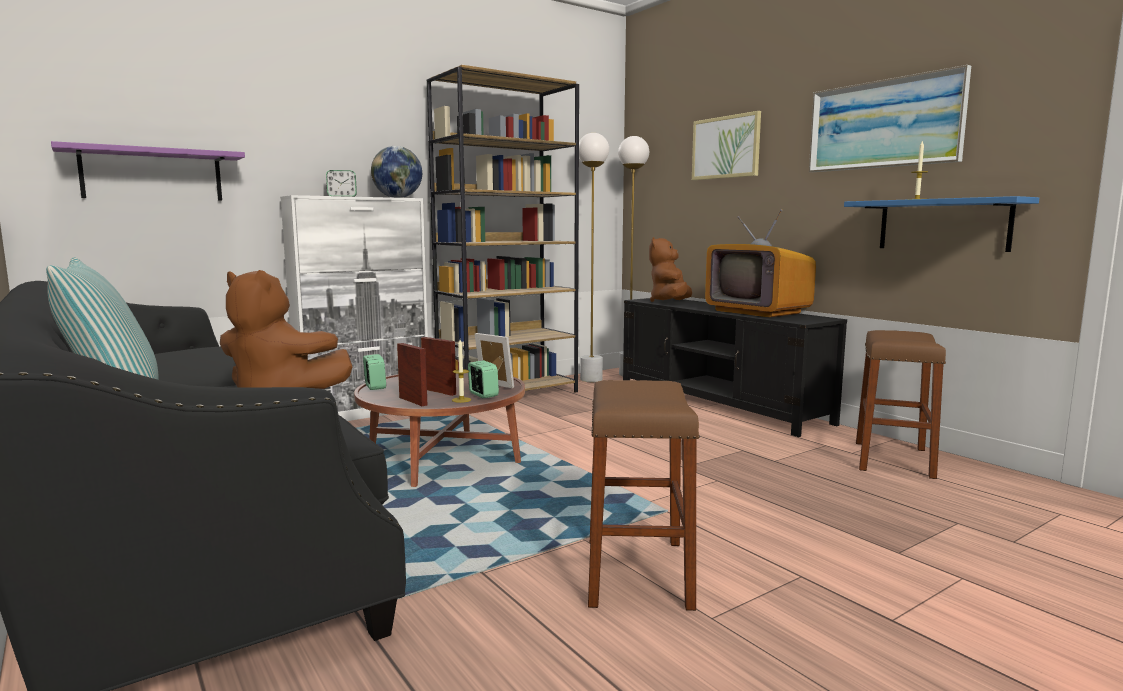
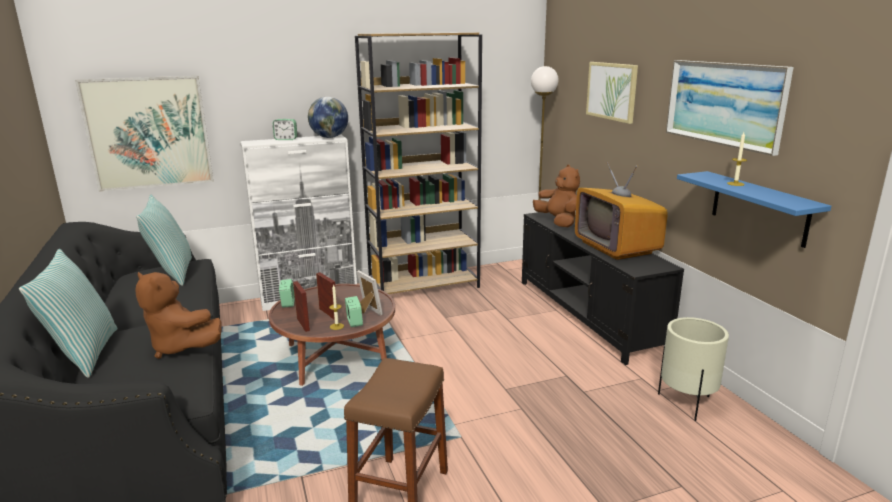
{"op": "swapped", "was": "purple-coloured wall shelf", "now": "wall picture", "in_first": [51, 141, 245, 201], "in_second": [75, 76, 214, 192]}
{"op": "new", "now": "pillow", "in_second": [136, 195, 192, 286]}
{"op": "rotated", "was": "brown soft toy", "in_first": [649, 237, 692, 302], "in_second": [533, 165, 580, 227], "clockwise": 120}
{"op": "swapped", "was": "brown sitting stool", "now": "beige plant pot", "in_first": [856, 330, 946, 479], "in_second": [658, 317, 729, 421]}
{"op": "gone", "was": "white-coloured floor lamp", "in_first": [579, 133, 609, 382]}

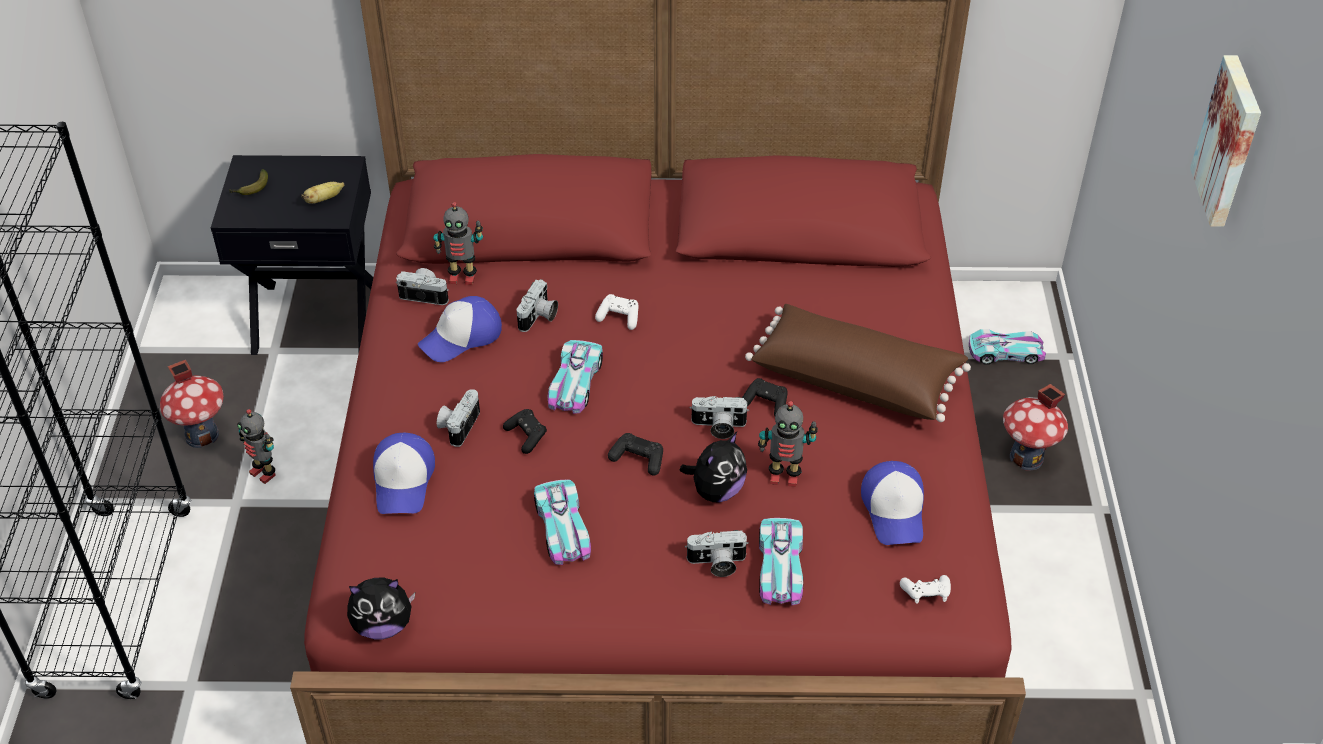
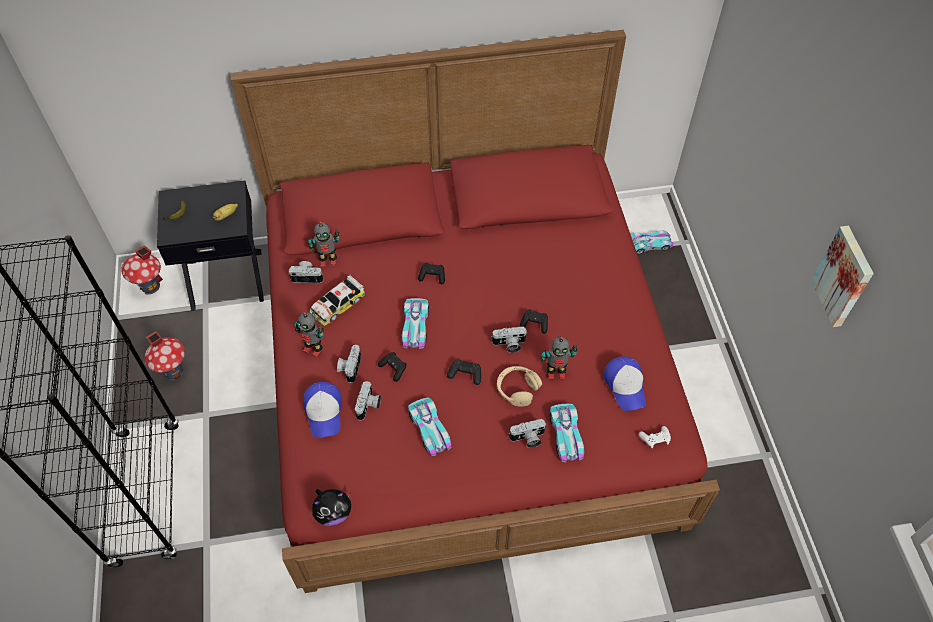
{"op": "shifted", "was": "toy house", "in_first": [1003, 384, 1068, 471], "in_second": [121, 245, 163, 294]}
{"op": "shifted", "was": "toy robot", "in_first": [237, 409, 276, 484], "in_second": [294, 312, 324, 358]}
{"op": "swapped", "was": "peaked cap", "now": "miniature car", "in_first": [418, 296, 502, 362], "in_second": [310, 275, 365, 326]}
{"op": "shifted", "was": "still camera", "in_first": [517, 279, 558, 332], "in_second": [355, 381, 381, 421]}
{"op": "repainted", "was": "white-coloured game controller", "now": "black-coloured game controller", "in_first": [595, 294, 639, 330], "in_second": [418, 263, 445, 284]}
{"op": "swapped", "was": "soft toy", "now": "beige headset", "in_first": [680, 432, 747, 502], "in_second": [497, 366, 542, 407]}
{"op": "shifted", "was": "wall picture", "in_first": [1190, 55, 1261, 227], "in_second": [811, 226, 874, 327]}
{"op": "gone", "was": "brown pillow", "in_first": [745, 304, 971, 422]}

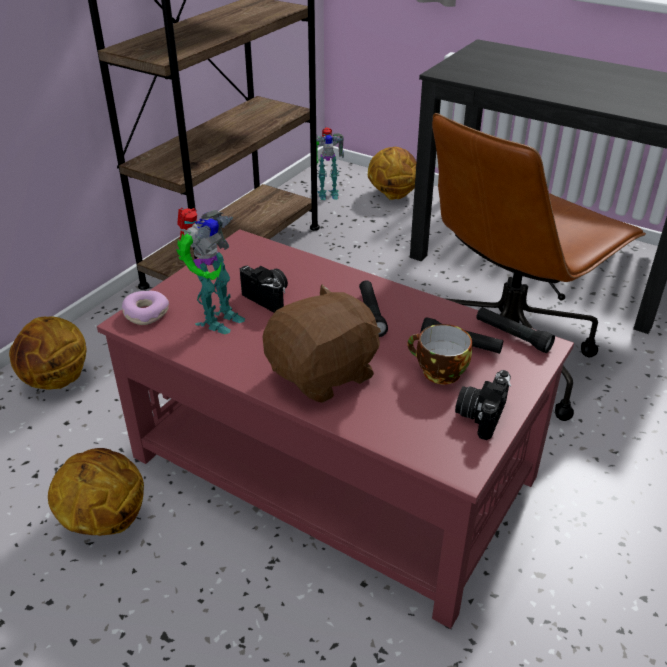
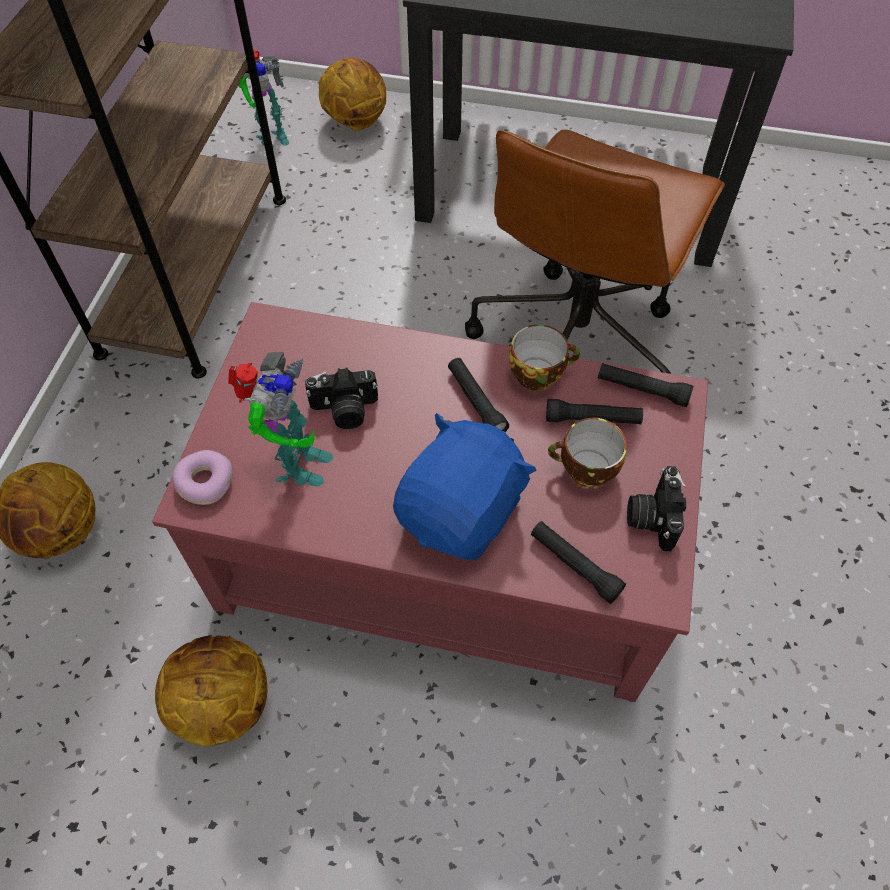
{"op": "rotated", "was": "still camera", "in_first": [240, 266, 288, 313], "in_second": [305, 367, 378, 429], "clockwise": 150}
{"op": "repainted", "was": "brown soft toy", "now": "blue-coloured soft toy", "in_first": [263, 284, 381, 403], "in_second": [393, 413, 537, 560]}
{"op": "new", "now": "cup", "in_second": [509, 324, 580, 391]}
{"op": "new", "now": "black-coloured torch", "in_second": [531, 521, 626, 604]}

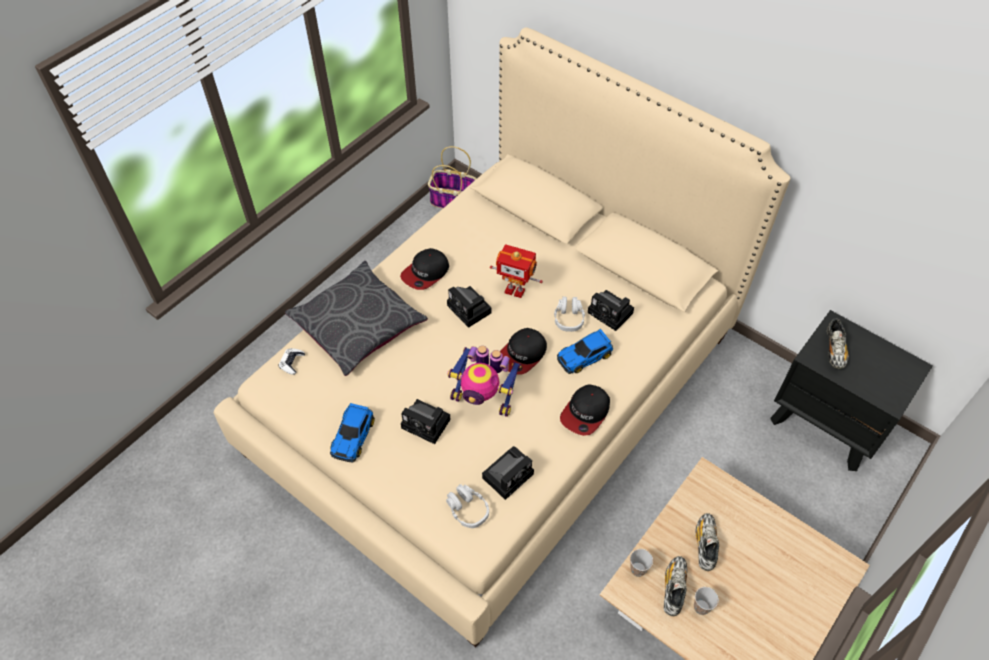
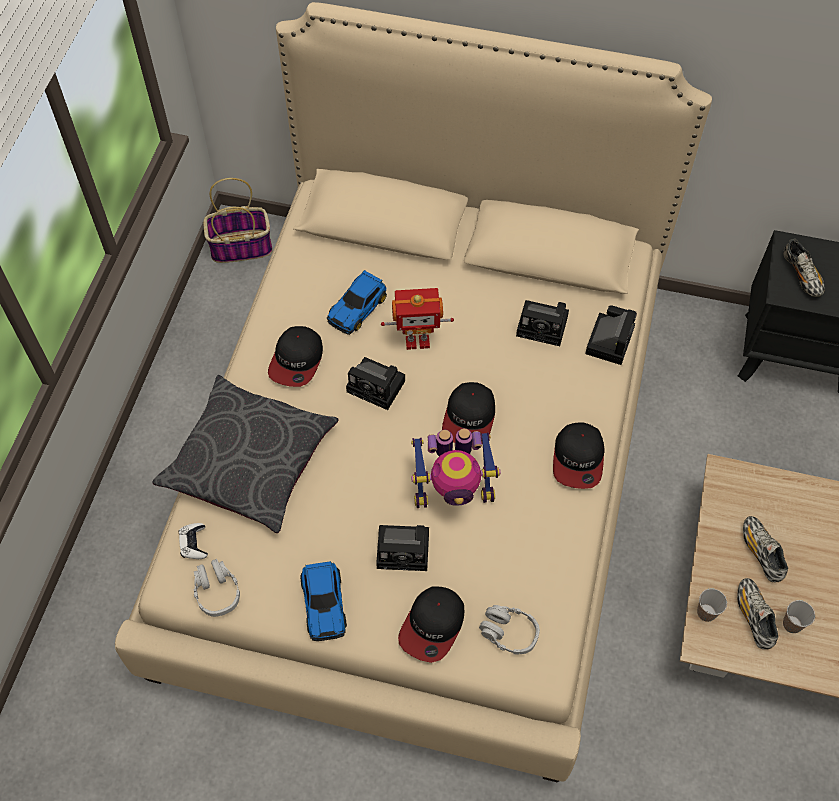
{"op": "shifted", "was": "greyish headset", "in_first": [554, 297, 585, 332], "in_second": [194, 559, 240, 617]}
{"op": "shifted", "was": "miniature car", "in_first": [557, 329, 613, 374], "in_second": [327, 270, 387, 335]}
{"op": "new", "now": "peaked cap", "in_second": [398, 586, 464, 663]}
{"op": "shifted", "was": "still camera", "in_first": [482, 446, 534, 500], "in_second": [585, 305, 637, 365]}

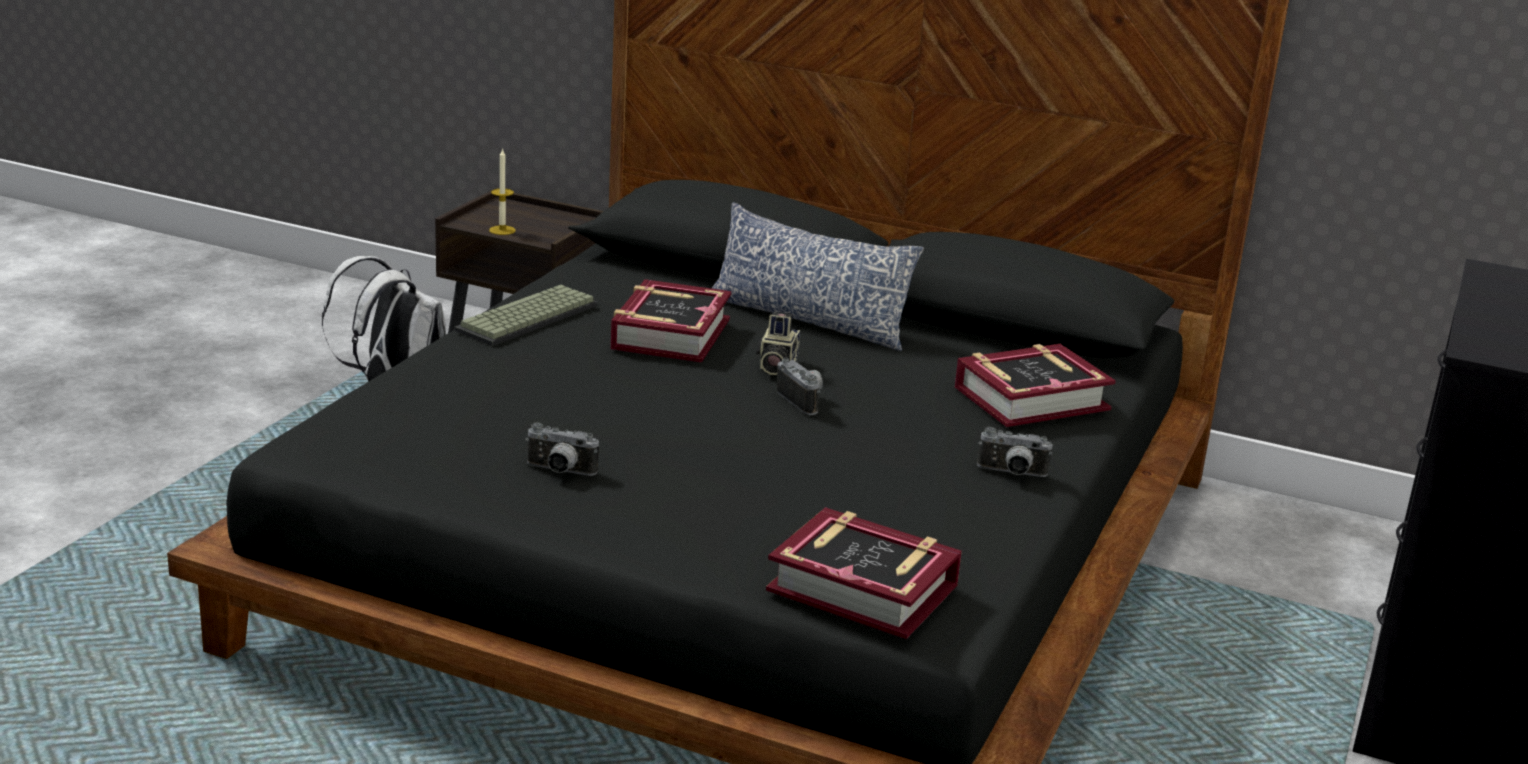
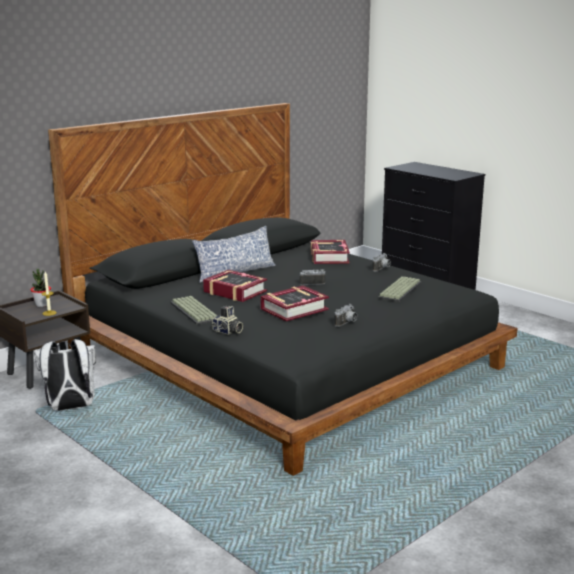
{"op": "new", "now": "houseplant", "in_second": [31, 269, 51, 307]}
{"op": "shifted", "was": "still camera", "in_first": [756, 311, 800, 375], "in_second": [211, 306, 243, 335]}
{"op": "shifted", "was": "bound book", "in_first": [766, 507, 962, 639], "in_second": [261, 286, 329, 321]}
{"op": "new", "now": "computer keyboard", "in_second": [378, 276, 422, 302]}

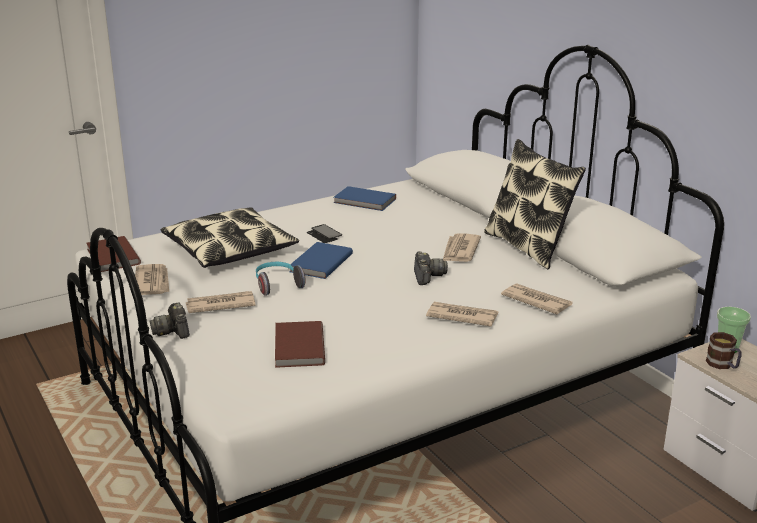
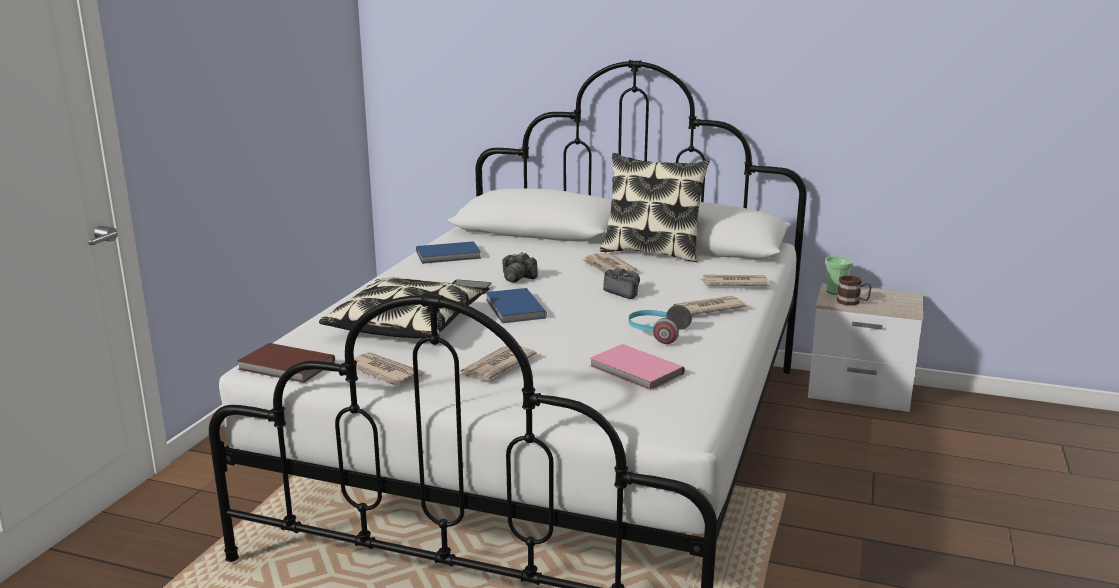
{"op": "shifted", "was": "still camera", "in_first": [150, 302, 190, 339], "in_second": [502, 252, 538, 283]}
{"op": "repainted", "was": "brown bound book", "now": "pink bound book", "in_first": [275, 321, 325, 368], "in_second": [590, 344, 685, 391]}
{"op": "shifted", "was": "headset", "in_first": [256, 262, 306, 296], "in_second": [628, 305, 692, 344]}

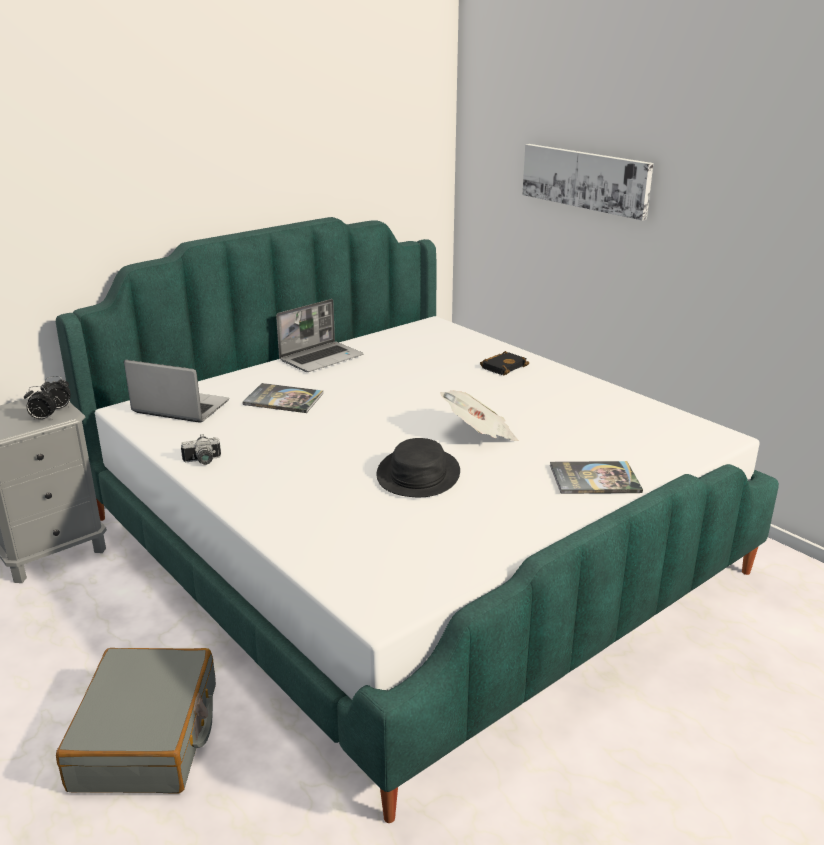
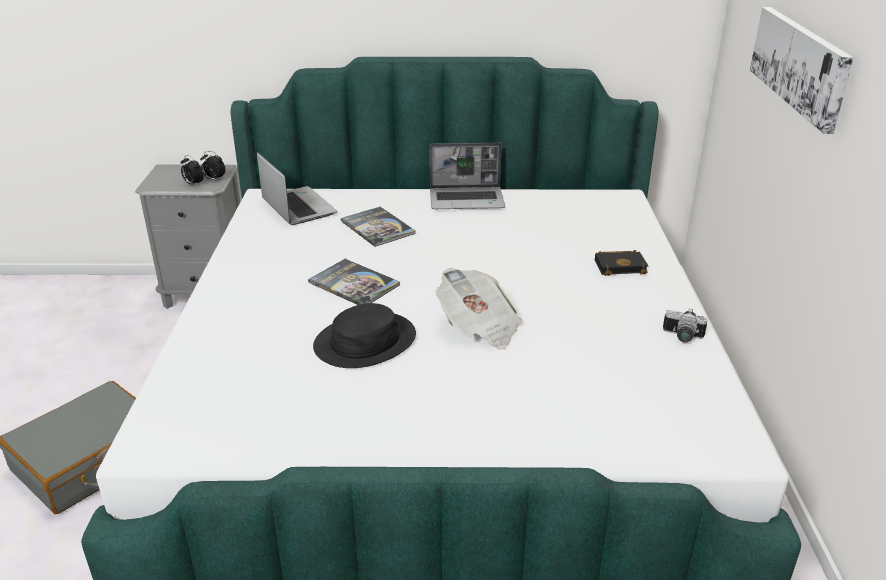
{"op": "shifted", "was": "bound book", "in_first": [550, 461, 643, 494], "in_second": [308, 259, 400, 305]}
{"op": "shifted", "was": "still camera", "in_first": [181, 434, 221, 465], "in_second": [663, 308, 707, 343]}

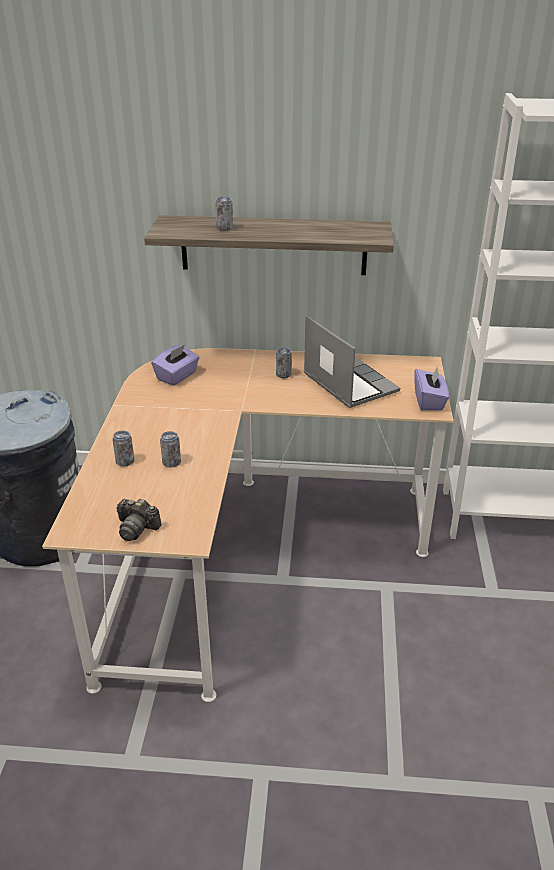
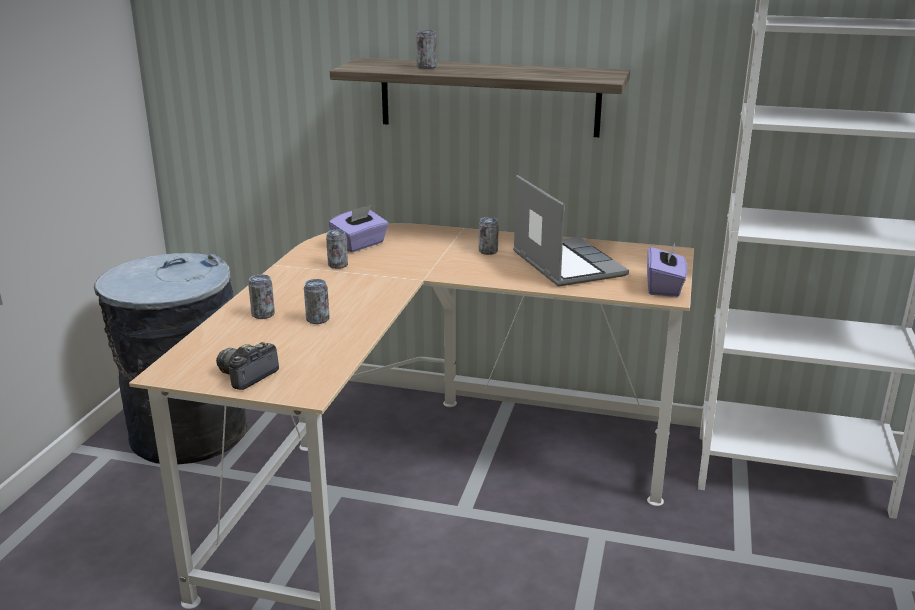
{"op": "rotated", "was": "still camera", "in_first": [117, 499, 162, 541], "in_second": [216, 342, 279, 390], "clockwise": 90}
{"op": "new", "now": "metal can", "in_second": [326, 230, 348, 269]}

